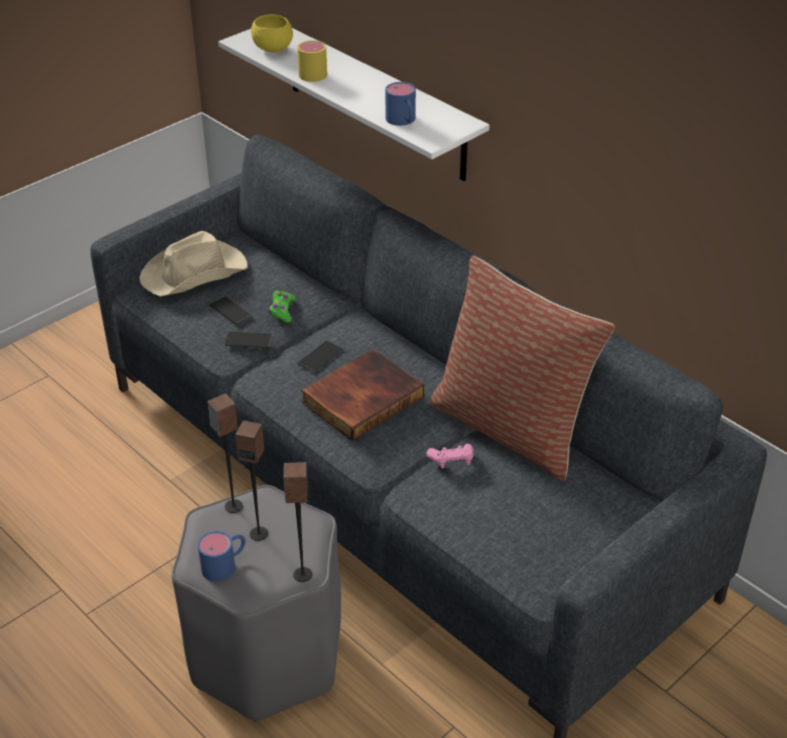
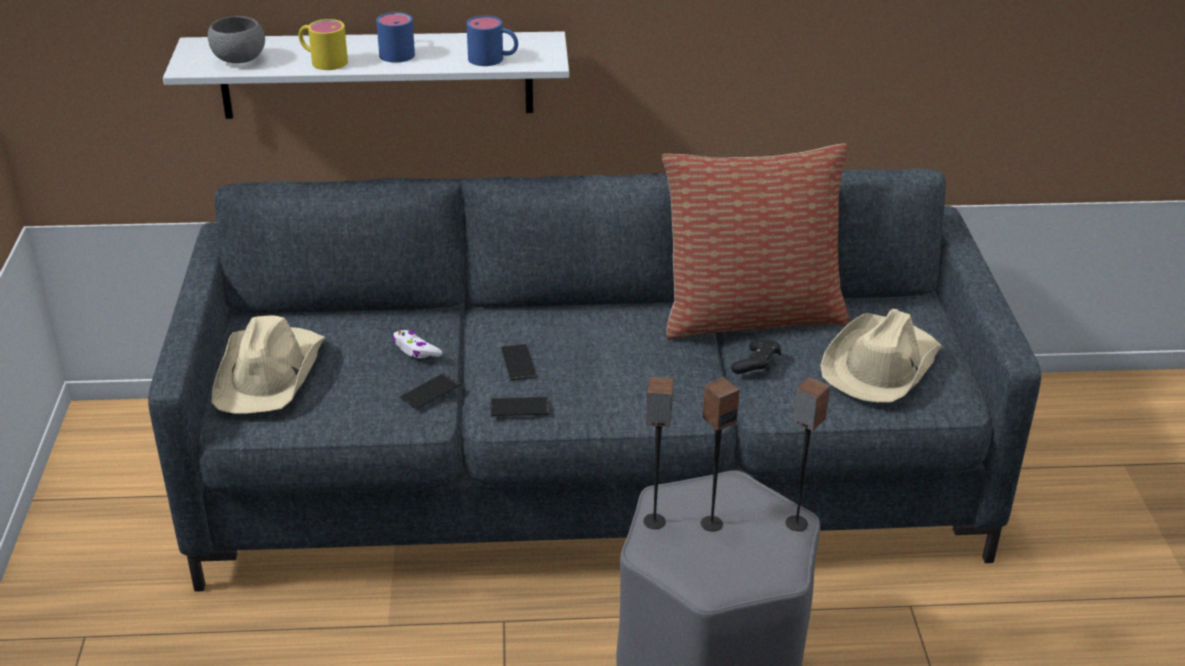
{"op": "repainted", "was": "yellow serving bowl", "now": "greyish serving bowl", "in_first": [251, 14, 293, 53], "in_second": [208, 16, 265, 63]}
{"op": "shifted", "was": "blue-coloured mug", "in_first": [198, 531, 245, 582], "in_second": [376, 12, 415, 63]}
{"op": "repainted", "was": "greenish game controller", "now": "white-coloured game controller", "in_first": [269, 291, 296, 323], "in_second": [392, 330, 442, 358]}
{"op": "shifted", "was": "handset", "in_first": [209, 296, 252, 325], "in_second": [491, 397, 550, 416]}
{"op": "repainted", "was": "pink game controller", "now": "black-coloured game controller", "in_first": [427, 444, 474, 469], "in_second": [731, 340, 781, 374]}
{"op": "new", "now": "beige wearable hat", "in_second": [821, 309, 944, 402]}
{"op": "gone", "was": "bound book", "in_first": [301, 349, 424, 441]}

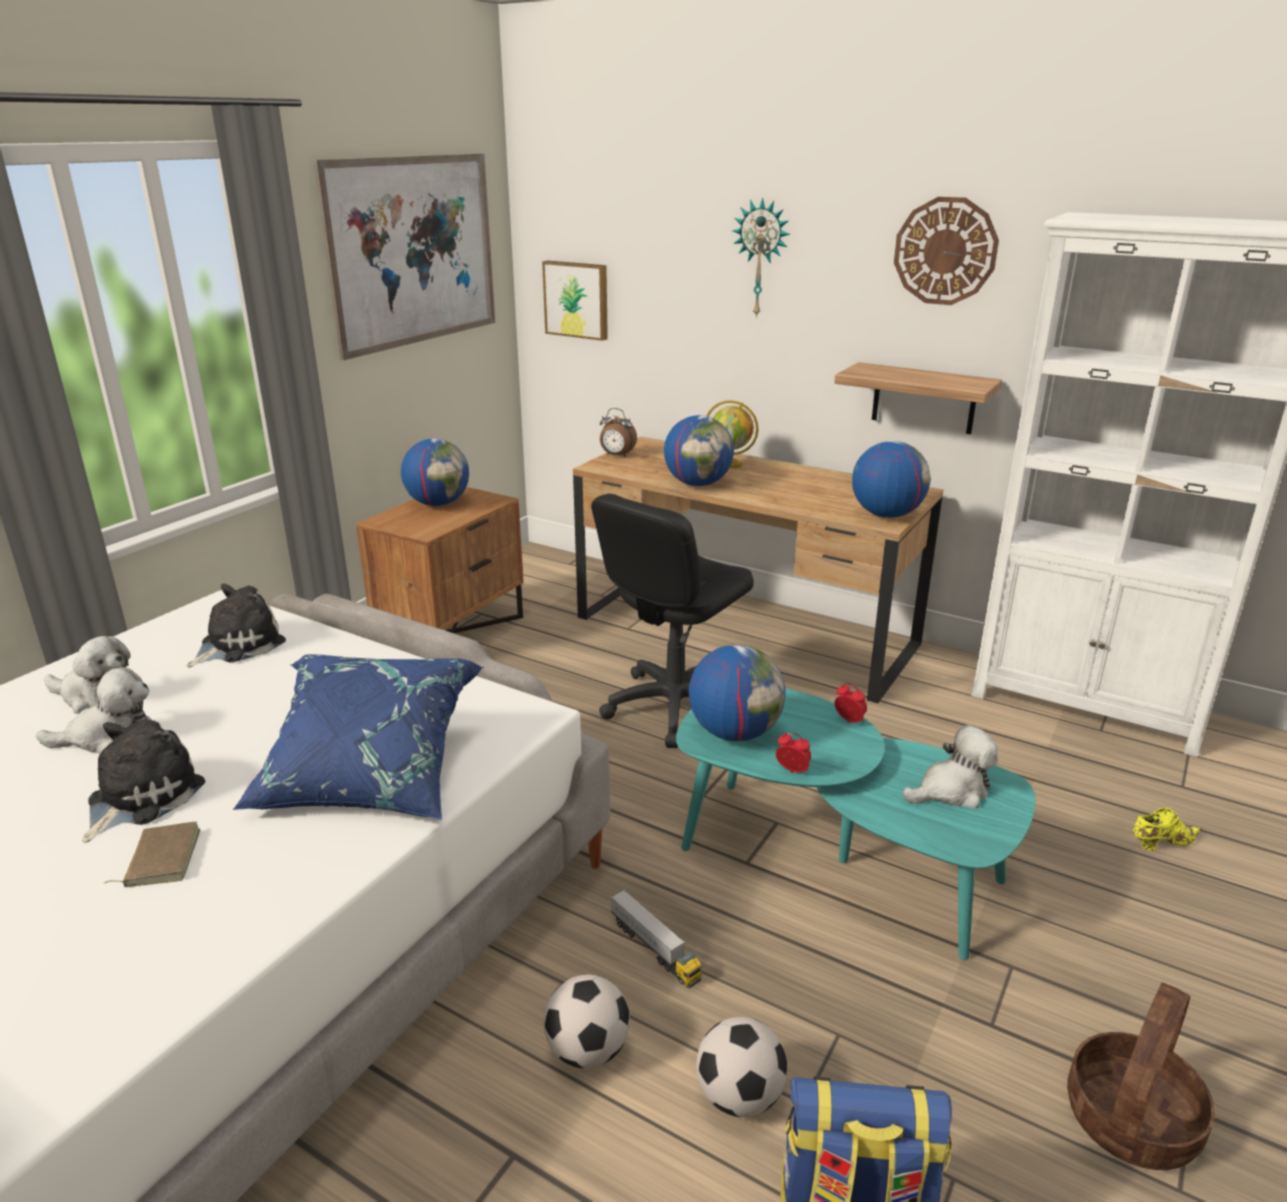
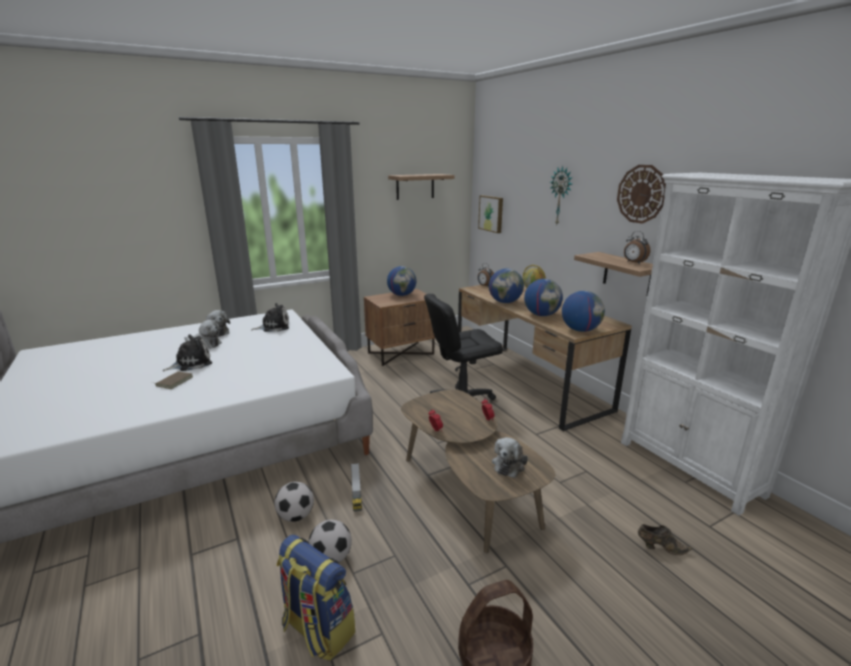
{"op": "swapped", "was": "wall picture", "now": "wall shelf", "in_first": [313, 154, 495, 360], "in_second": [388, 174, 455, 200]}
{"op": "repainted", "was": "blue-green coffee table", "now": "brown coffee table", "in_first": [676, 688, 1036, 960], "in_second": [401, 390, 555, 553]}
{"op": "rotated", "was": "soft toy", "in_first": [903, 725, 998, 809], "in_second": [492, 437, 528, 478], "clockwise": 105}
{"op": "shifted", "was": "globe", "in_first": [689, 644, 786, 741], "in_second": [524, 279, 563, 316]}
{"op": "new", "now": "bedside clock", "in_second": [624, 231, 650, 264]}
{"op": "repainted", "was": "yellow item of footwear", "now": "brown item of footwear", "in_first": [1133, 808, 1201, 851], "in_second": [638, 524, 693, 555]}
{"op": "gone", "was": "blue-coloured pillow", "in_first": [233, 654, 484, 820]}

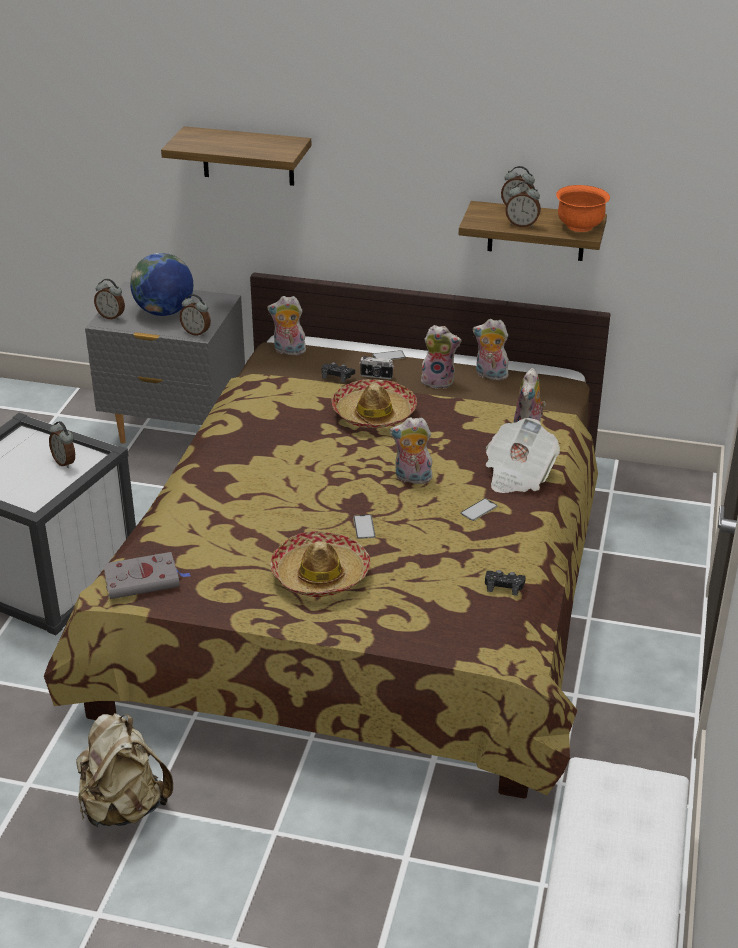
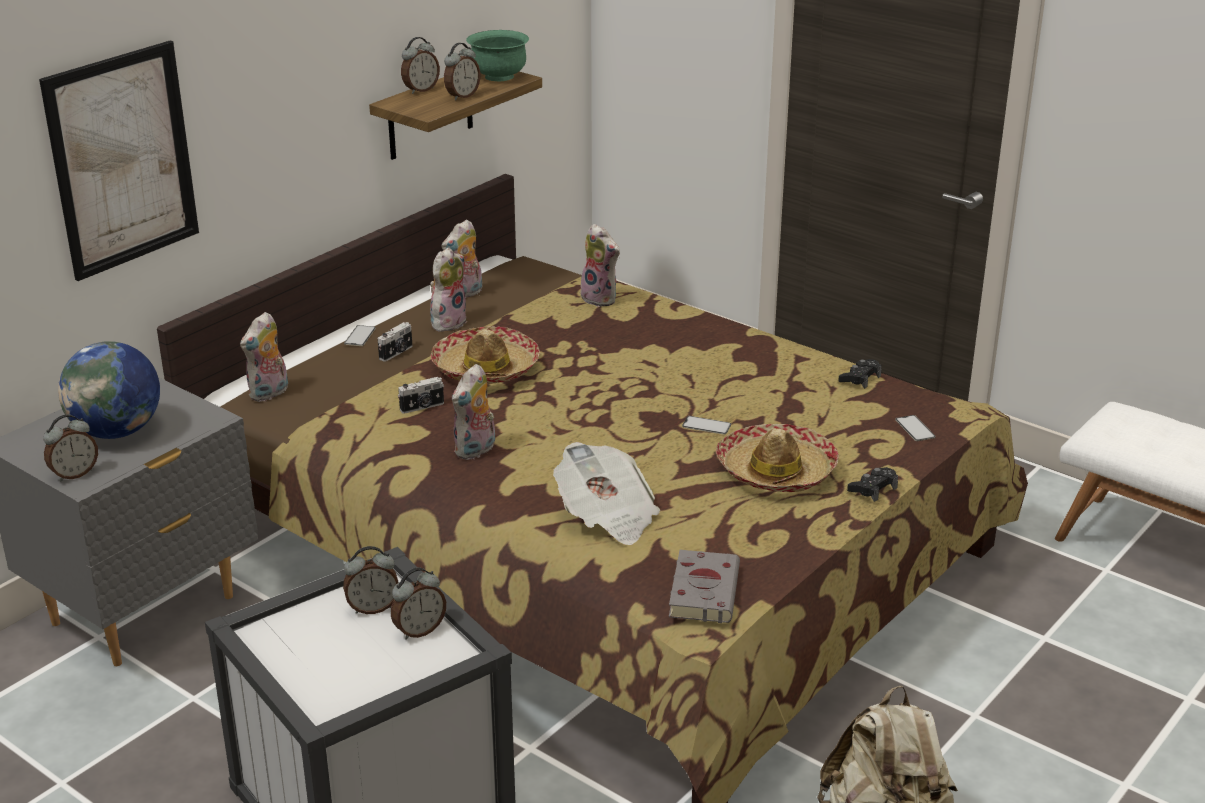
{"op": "swapped", "was": "wall shelf", "now": "wall picture", "in_first": [161, 126, 311, 186], "in_second": [39, 40, 199, 281]}
{"op": "shifted", "was": "bedside clock", "in_first": [180, 294, 211, 337], "in_second": [391, 567, 446, 640]}
{"op": "new", "now": "still camera", "in_second": [398, 377, 444, 414]}
{"op": "shifted", "was": "soft toy", "in_first": [390, 417, 432, 484], "in_second": [452, 364, 495, 460]}
{"op": "repainted", "was": "orange serving bowl", "now": "greenish serving bowl", "in_first": [556, 185, 610, 232], "in_second": [466, 30, 529, 81]}
{"op": "shifted", "was": "daily paper", "in_first": [485, 418, 560, 493], "in_second": [553, 442, 661, 545]}
{"op": "shifted", "was": "black-coloured game controller", "in_first": [322, 362, 355, 383], "in_second": [847, 467, 898, 502]}
{"op": "shifted", "was": "handset", "in_first": [460, 498, 498, 521], "in_second": [895, 415, 936, 441]}

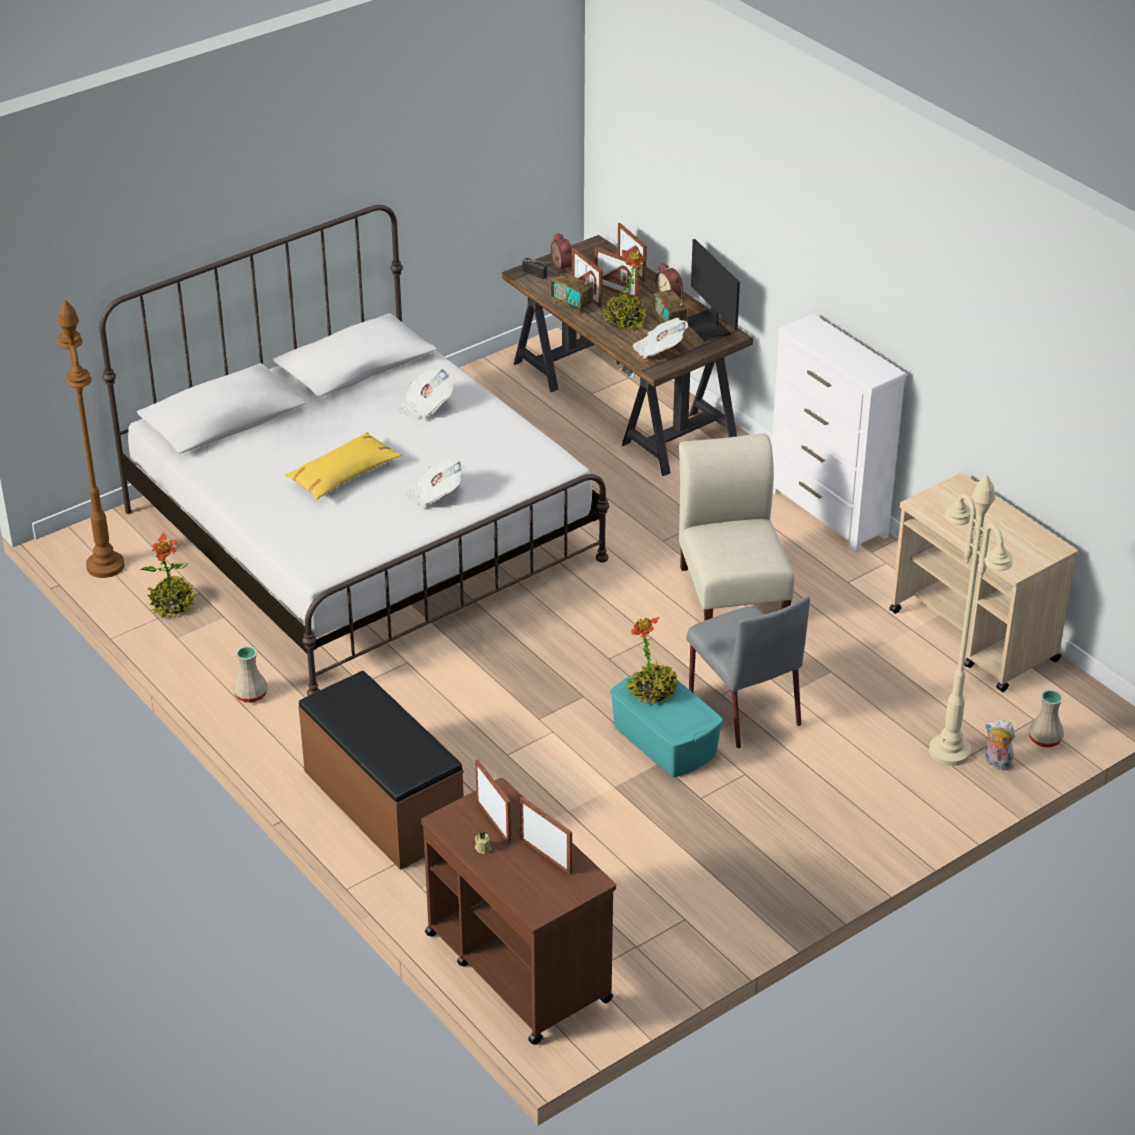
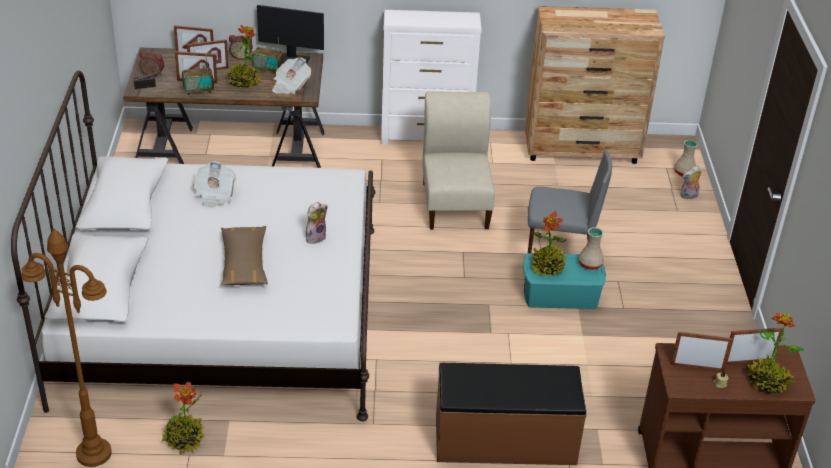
{"op": "repainted", "was": "yellow pillow", "now": "brown pillow", "in_first": [285, 432, 402, 499], "in_second": [221, 226, 268, 285]}
{"op": "swapped", "was": "daily paper", "now": "soft toy", "in_first": [406, 458, 464, 507], "in_second": [306, 202, 328, 245]}
{"op": "rotated", "was": "beige upright chair", "in_first": [679, 433, 794, 621], "in_second": [422, 92, 495, 230], "clockwise": 60}
{"op": "swapped", "was": "beige wheeled cart", "now": "brown drawer chest", "in_first": [889, 473, 1078, 692], "in_second": [525, 6, 665, 164]}
{"op": "shifted", "was": "beige flower vase", "in_first": [233, 646, 268, 703], "in_second": [579, 227, 604, 270]}
{"op": "new", "now": "houseplant", "in_second": [747, 313, 804, 393]}
{"op": "gone", "was": "beige floor lamp", "in_first": [929, 475, 1012, 766]}

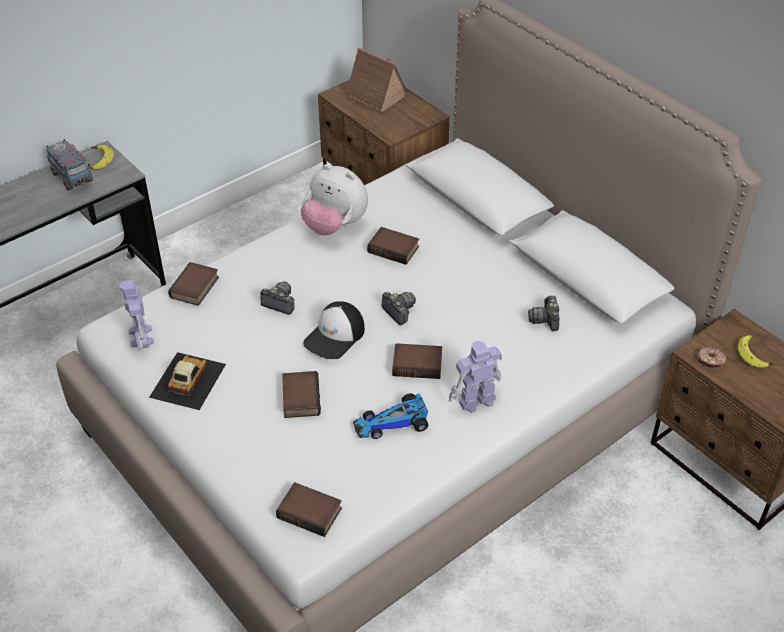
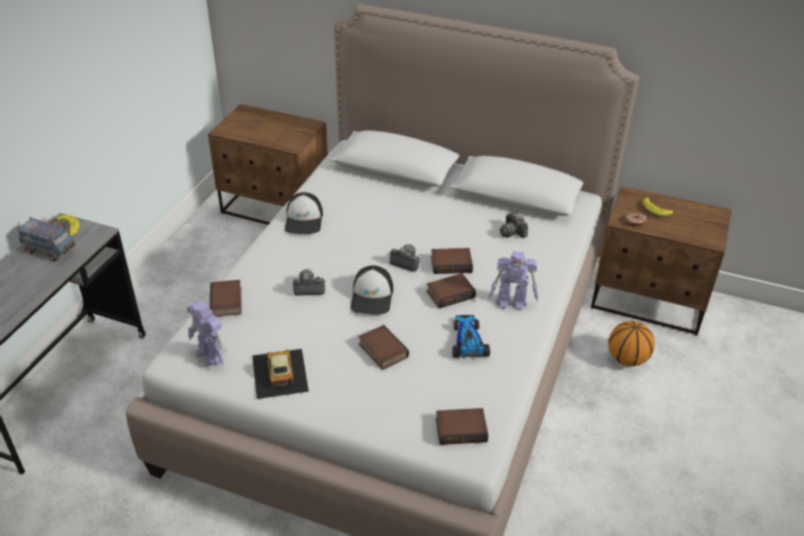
{"op": "swapped", "was": "soft toy", "now": "peaked cap", "in_first": [301, 164, 368, 235], "in_second": [285, 192, 323, 234]}
{"op": "shifted", "was": "bound book", "in_first": [367, 227, 419, 265], "in_second": [431, 248, 473, 274]}
{"op": "rotated", "was": "miniature car", "in_first": [353, 393, 428, 439], "in_second": [452, 315, 490, 358], "clockwise": 135}
{"op": "rotated", "was": "toy robot", "in_first": [448, 341, 502, 413], "in_second": [488, 251, 538, 311], "clockwise": -120}
{"op": "new", "now": "ball for basketball", "in_second": [608, 321, 655, 366]}
{"op": "gone", "was": "toy house", "in_first": [342, 48, 408, 112]}

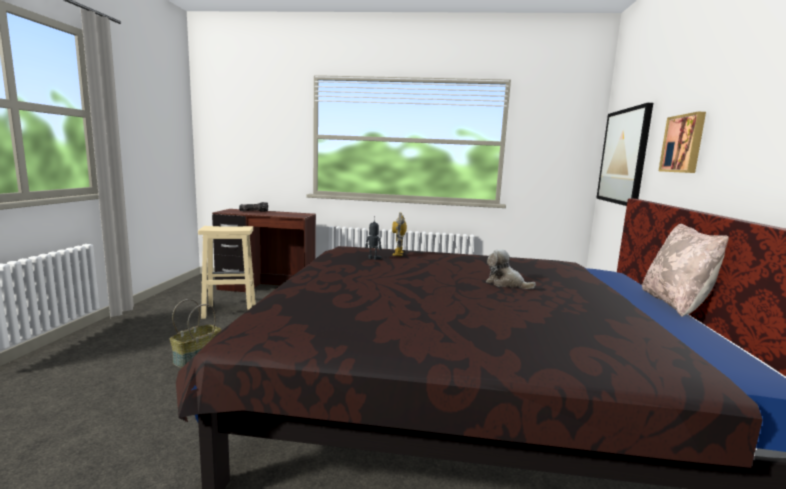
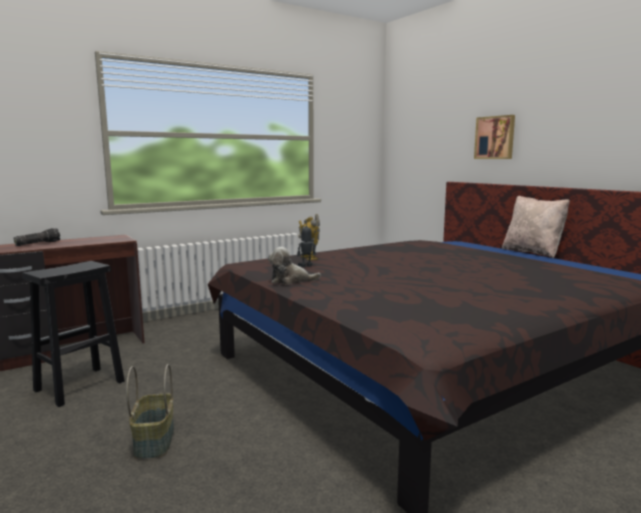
{"op": "repainted", "was": "beige sitting stool", "now": "black-coloured sitting stool", "in_first": [198, 226, 256, 319], "in_second": [22, 261, 125, 407]}
{"op": "shifted", "was": "soft toy", "in_first": [486, 249, 536, 289], "in_second": [268, 247, 321, 285]}
{"op": "gone", "was": "wall picture", "in_first": [596, 103, 653, 206]}

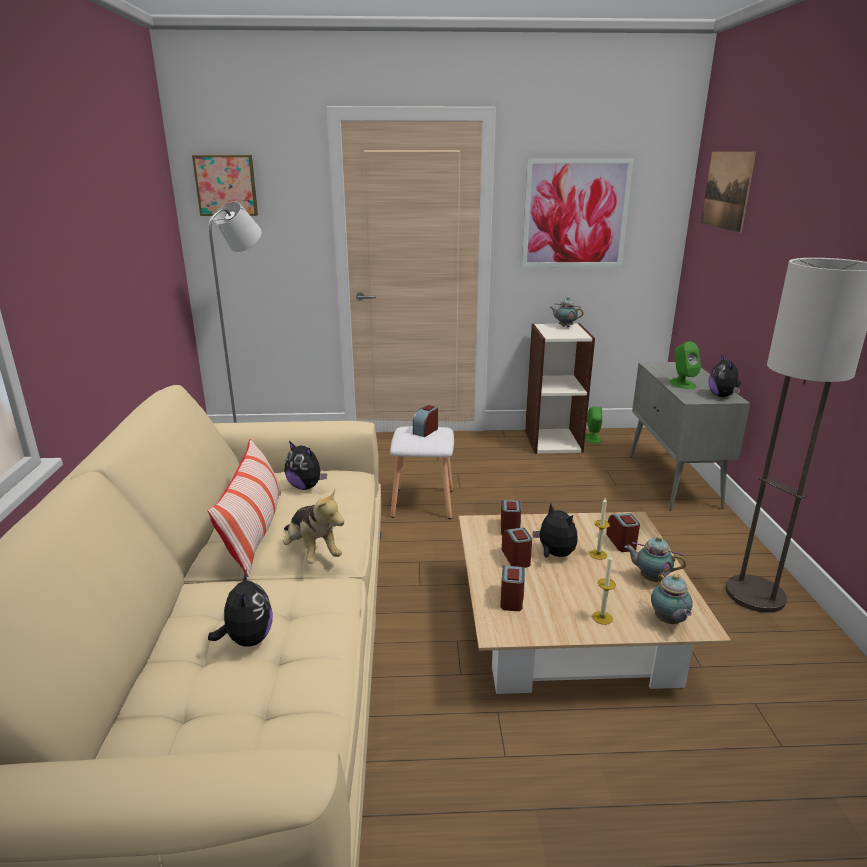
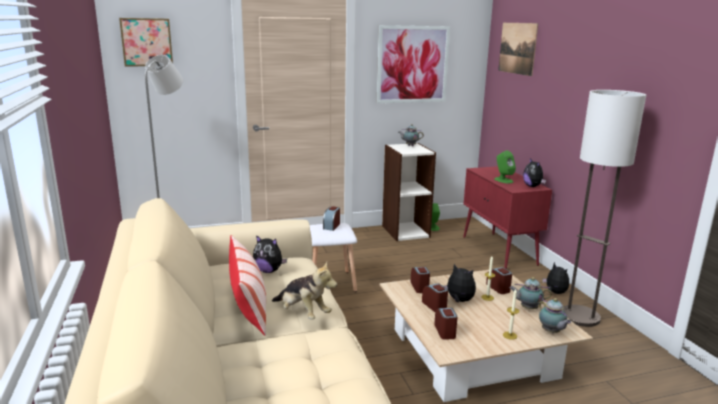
{"op": "repainted", "was": "greyish cabinet", "now": "reddish cabinet", "in_first": [630, 362, 750, 510], "in_second": [463, 166, 552, 269]}
{"op": "shifted", "was": "soft toy", "in_first": [208, 568, 273, 647], "in_second": [542, 262, 569, 294]}

